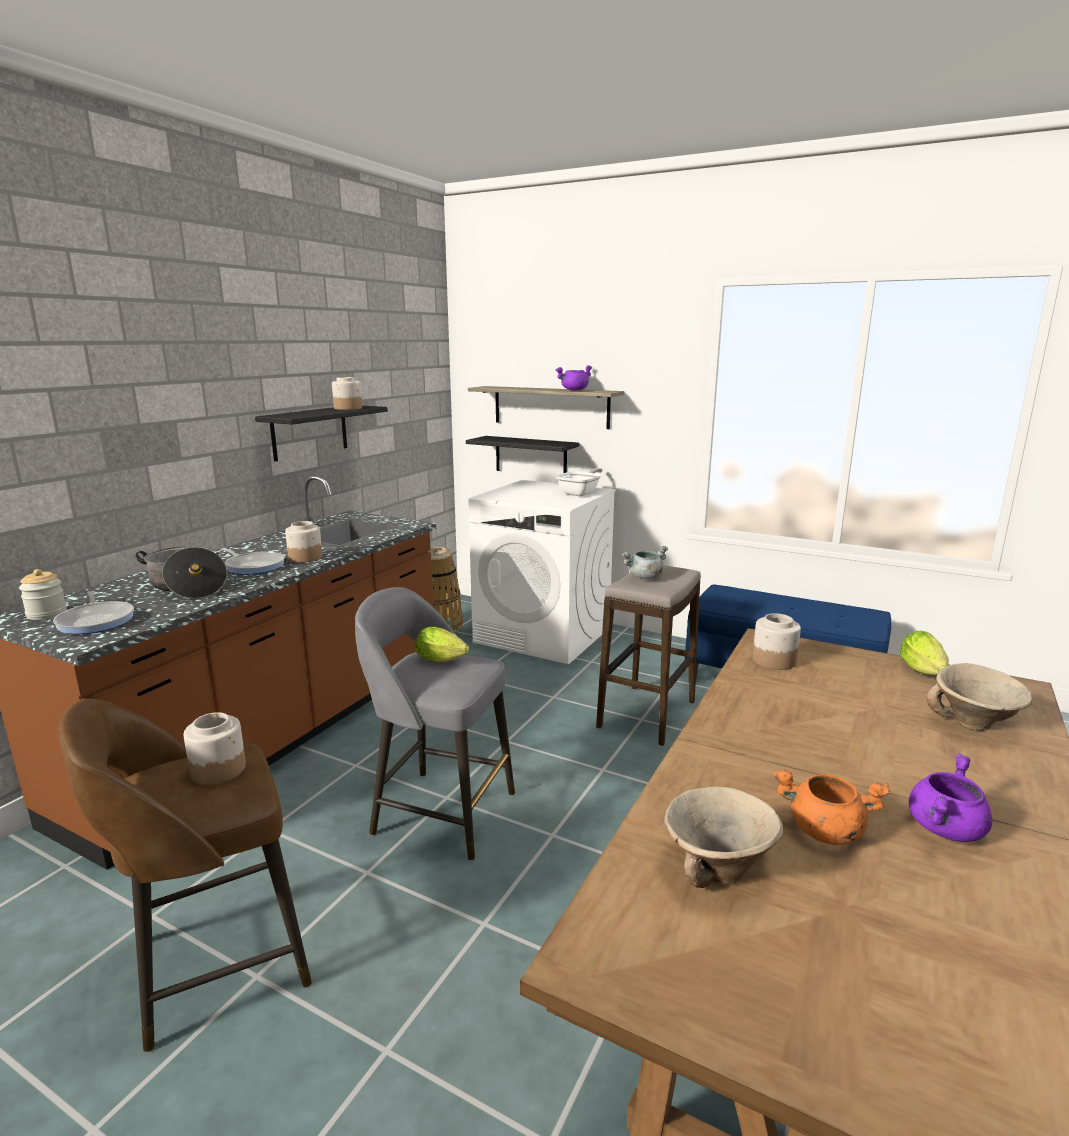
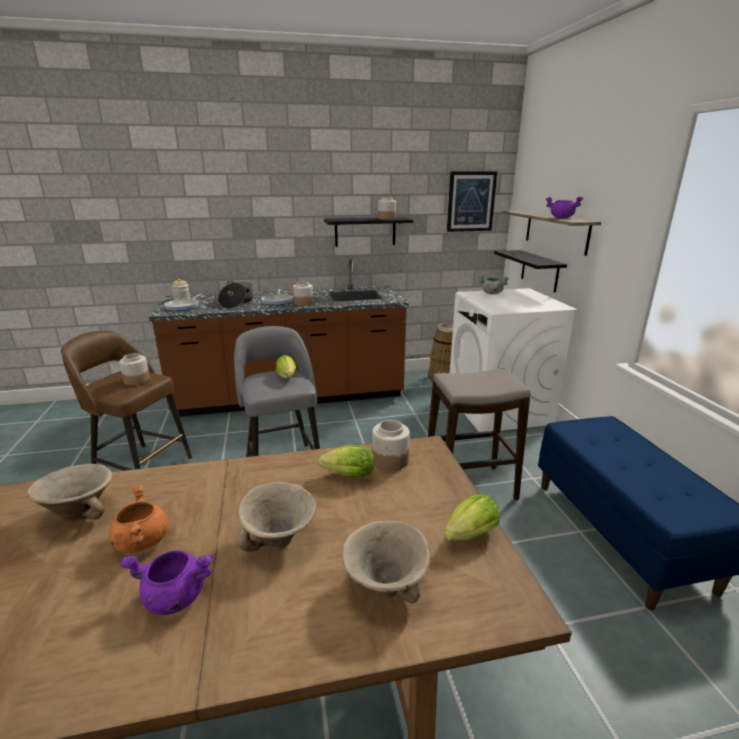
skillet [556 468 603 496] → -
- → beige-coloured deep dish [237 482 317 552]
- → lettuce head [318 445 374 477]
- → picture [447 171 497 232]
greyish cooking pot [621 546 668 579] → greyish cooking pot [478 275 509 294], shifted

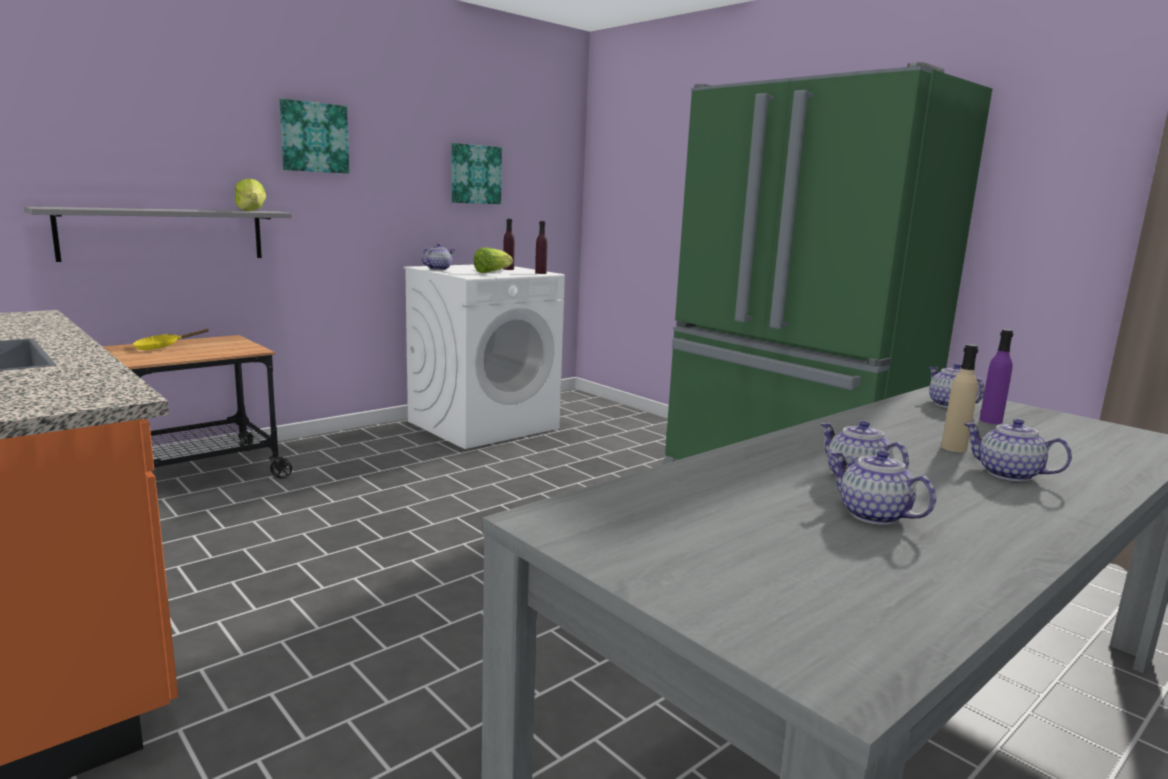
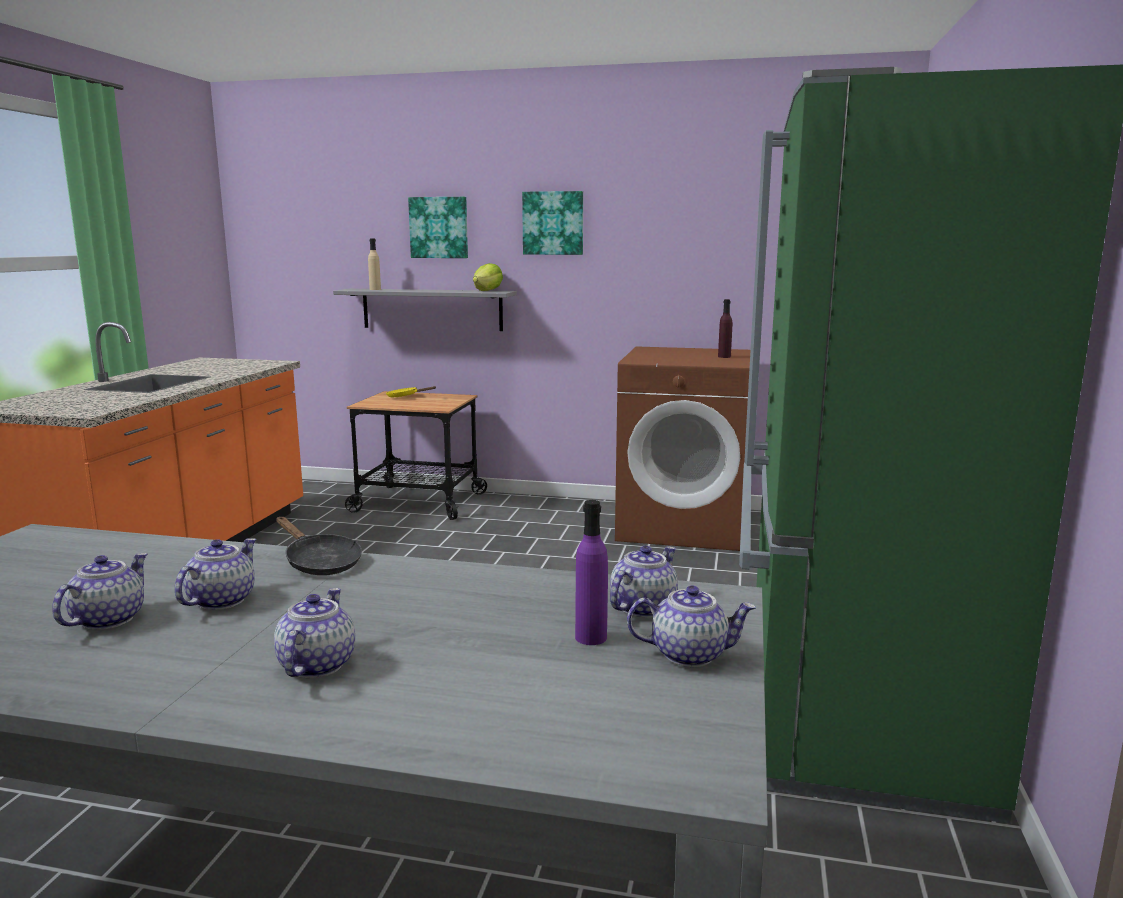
lettuce head [473 247 513 273] → -
purple-coloured bottle [535 221 547 274] → -
- → black-coloured skillet [277 517 362 575]
tea pot [421 243 455 270] → tea pot [627 585 756 667], shifted
picture [452 143 502 204] → picture [408 197 468 258], shifted
beige-coloured bottle [941 344 978 452] → beige-coloured bottle [368 238 381 290], shifted
white washing machine [404 265 565 449] → brown-coloured washing machine [615 346 751 551]

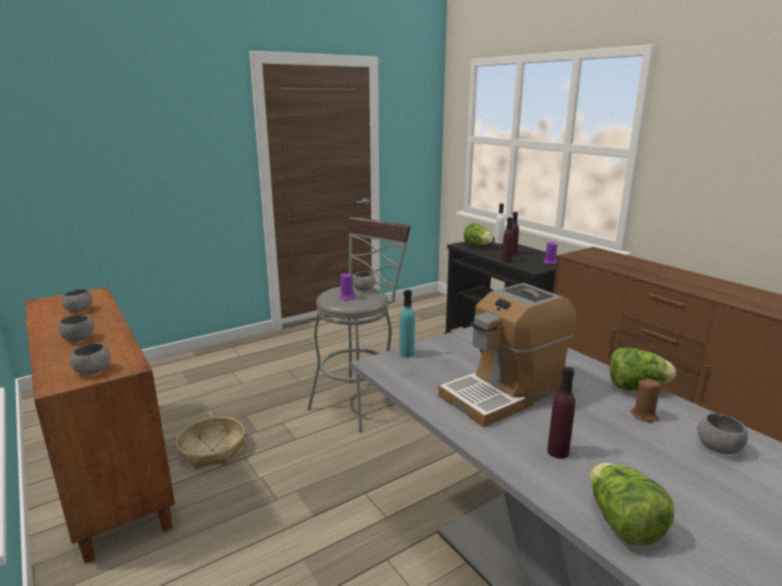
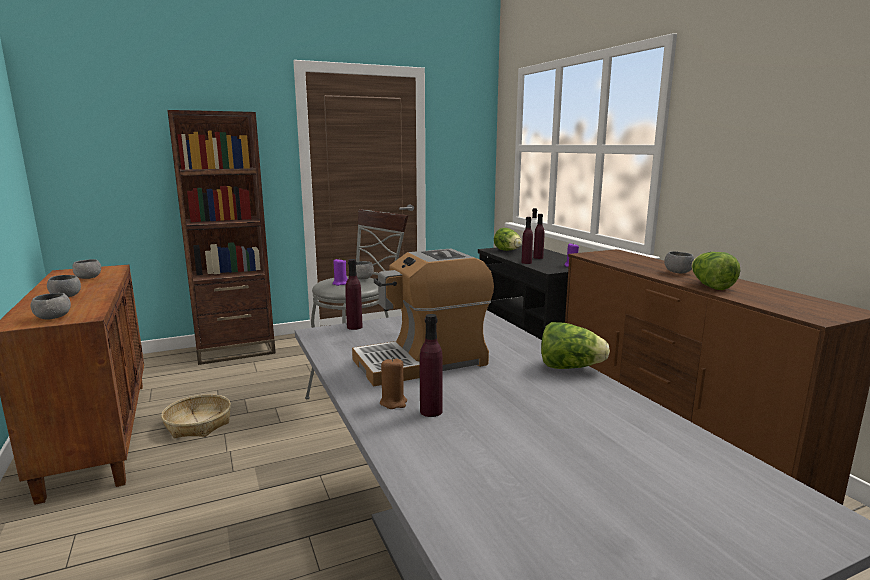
- → brown-coloured bookshelf [167 110 276 365]
lettuce head [590 463 674 546] → lettuce head [691 252 741 290], shifted
brown-coloured wax light [631 379 661 423] → brown-coloured wax light [380 357 407 409], shifted
greyish deep dish [697 414 748 454] → greyish deep dish [664 251 695 273], shifted
turquoise-coloured bottle [399 290 415 358] → purple-coloured bottle [345 259 363 330]

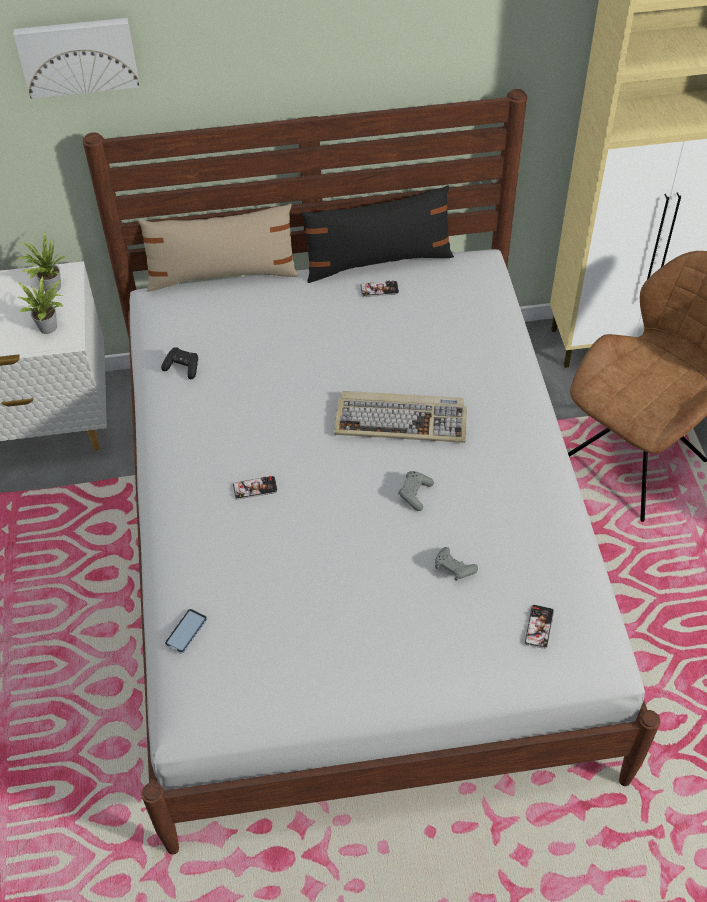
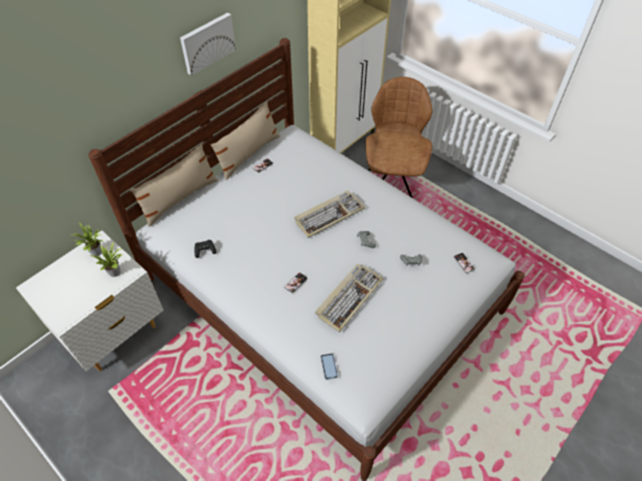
- → keyboard [315 264 383 332]
picture [13 18 139 99] → picture [180 13 236 76], shifted
black-coloured cushion [301 185 454 283] → beige-coloured cushion [211 101 280 181]

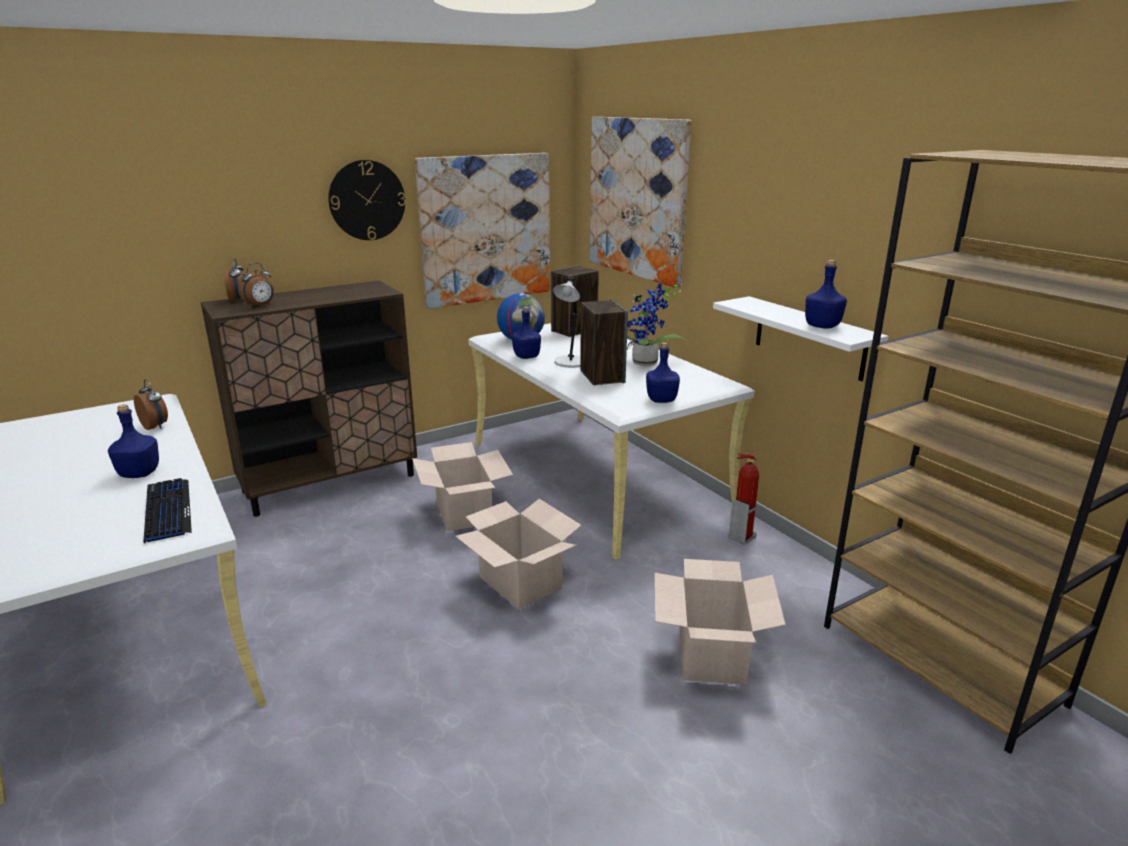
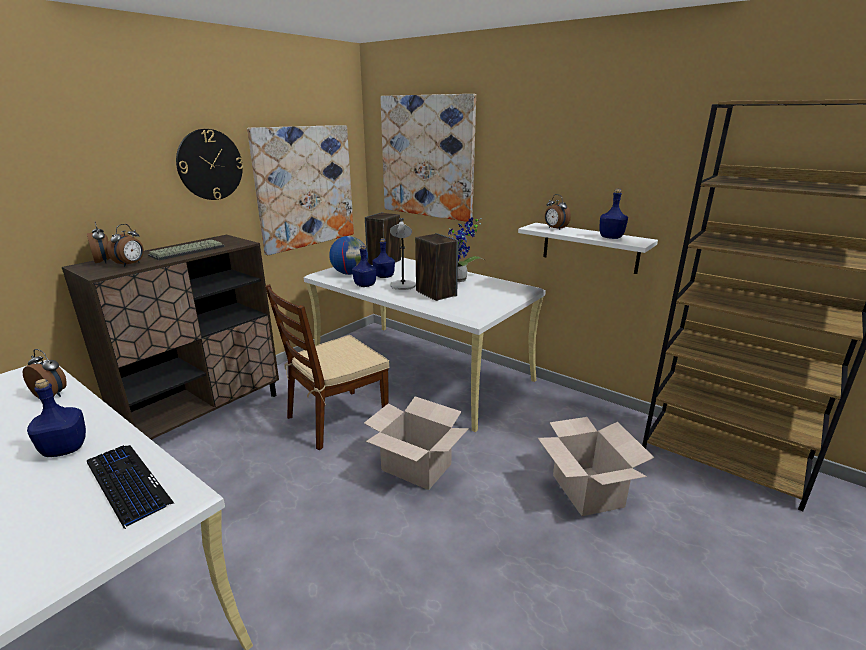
extinguisher [728 453 759 545] → -
- → keyboard [148 239 225 260]
- → alarm clock [545 194 571 230]
blue-coloured bottle [646 343 680 403] → blue-coloured bottle [373 238 395 278], shifted
packing box [412 442 513 531] → brown-coloured plain chair [265 284 389 450]

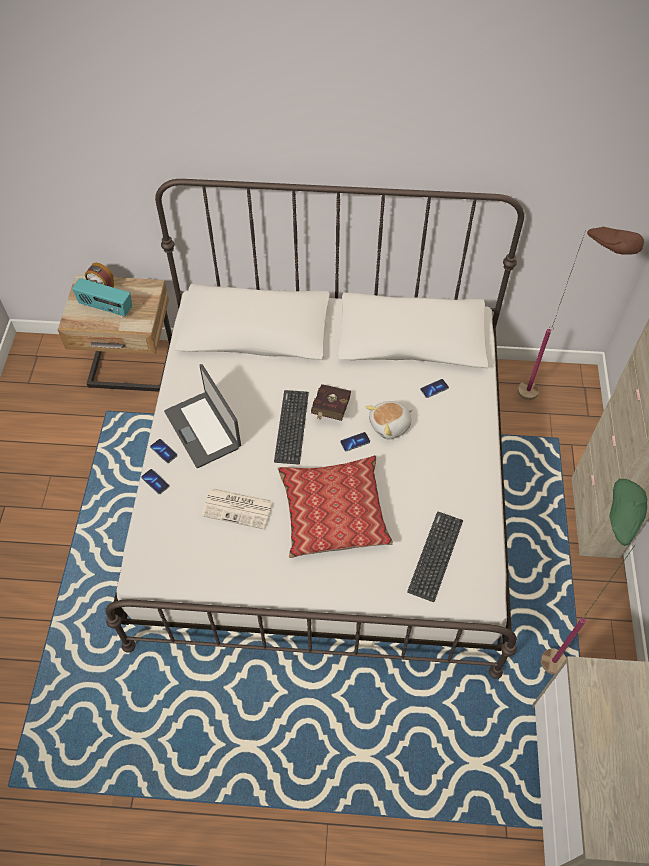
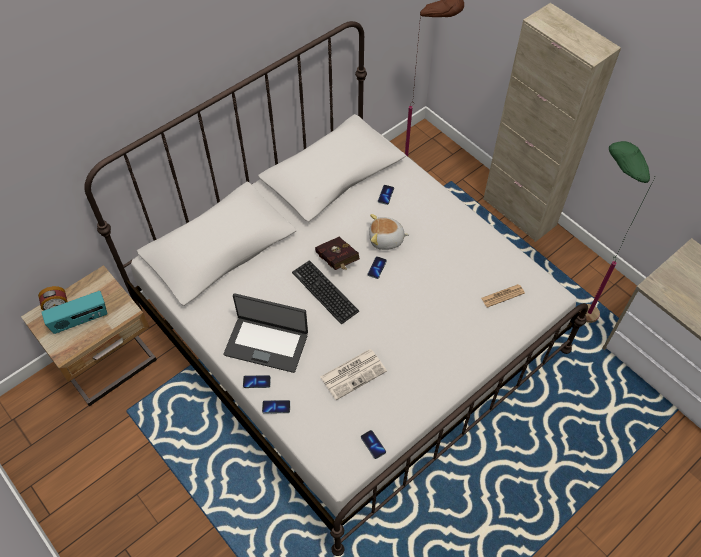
cushion [278 455 393 558] → -
- → handset [361 430 386 459]
keyboard [407 512 463 602] → newspaper [481 284 525 308]
cuddly toy [366 401 412 439] → cuddly toy [369 214 409 250], 75 degrees clockwise

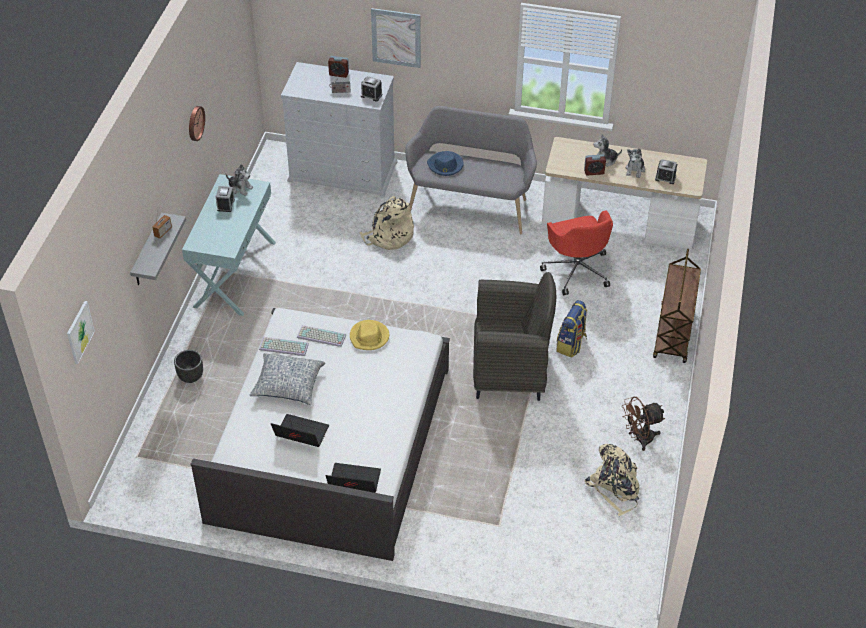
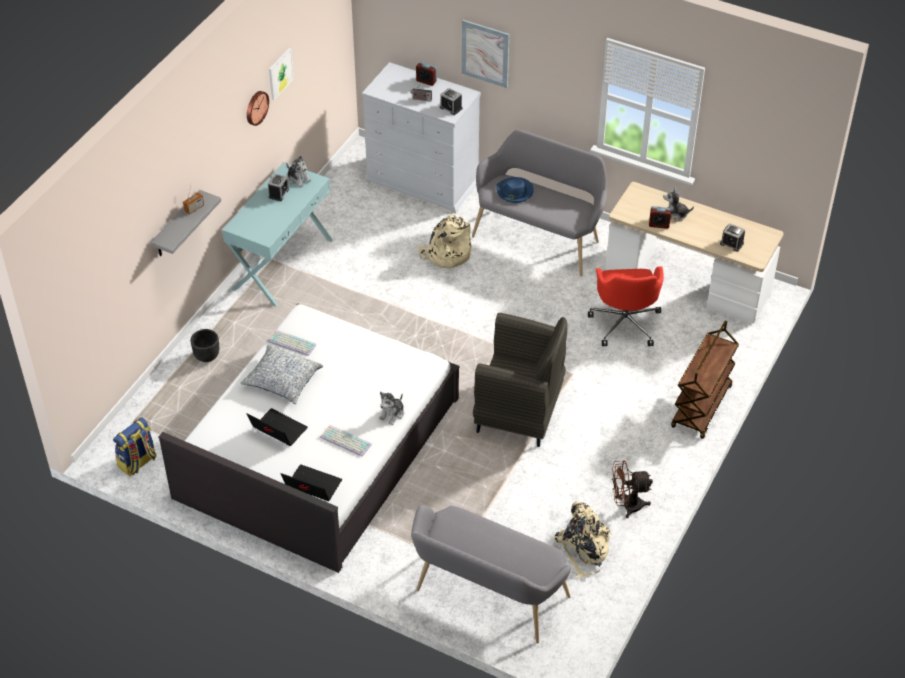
yellow clothing hat [350 320 389 350] → -
- → greyish bench [411 505 571 643]
picture [67 301 95 364] → picture [269 48 294 100], shifted
keyboard [297 325 346 347] → keyboard [320 425 372 457], shifted
rucksack [556 300 587 358] → rucksack [113 417 157 477], shifted
cuddly toy [626 148 645 178] → cuddly toy [379 392 404 425], shifted

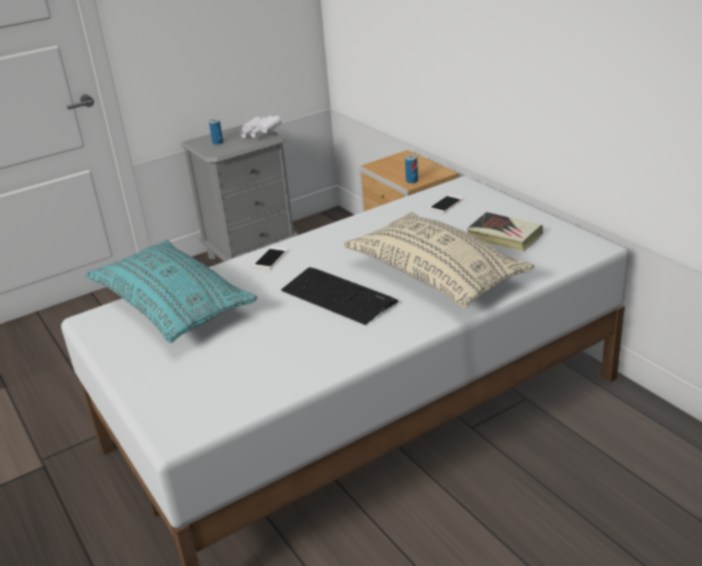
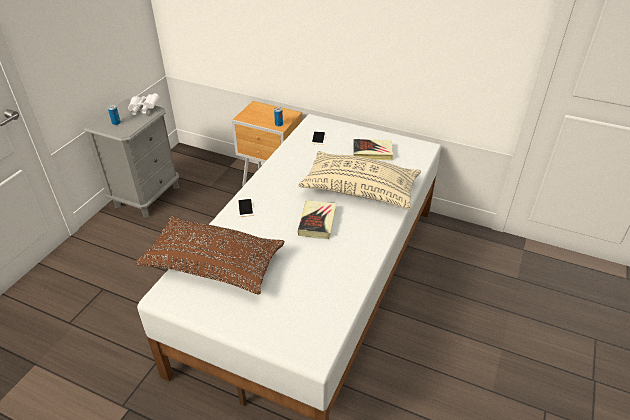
keyboard [281 267 398 325] → book [298 200 336 239]
turquoise-coloured cushion [85 240 257 343] → brown-coloured cushion [135 216 285 295]

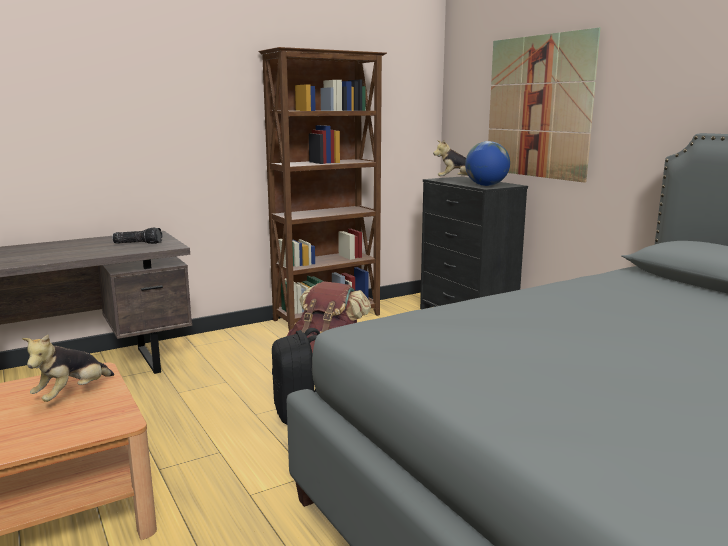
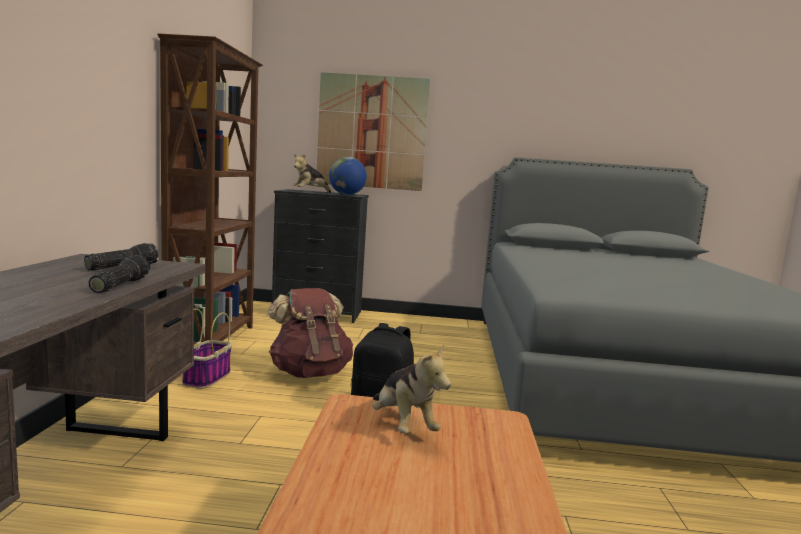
- → flashlight [88 255 150 293]
- → basket [182 308 232 389]

